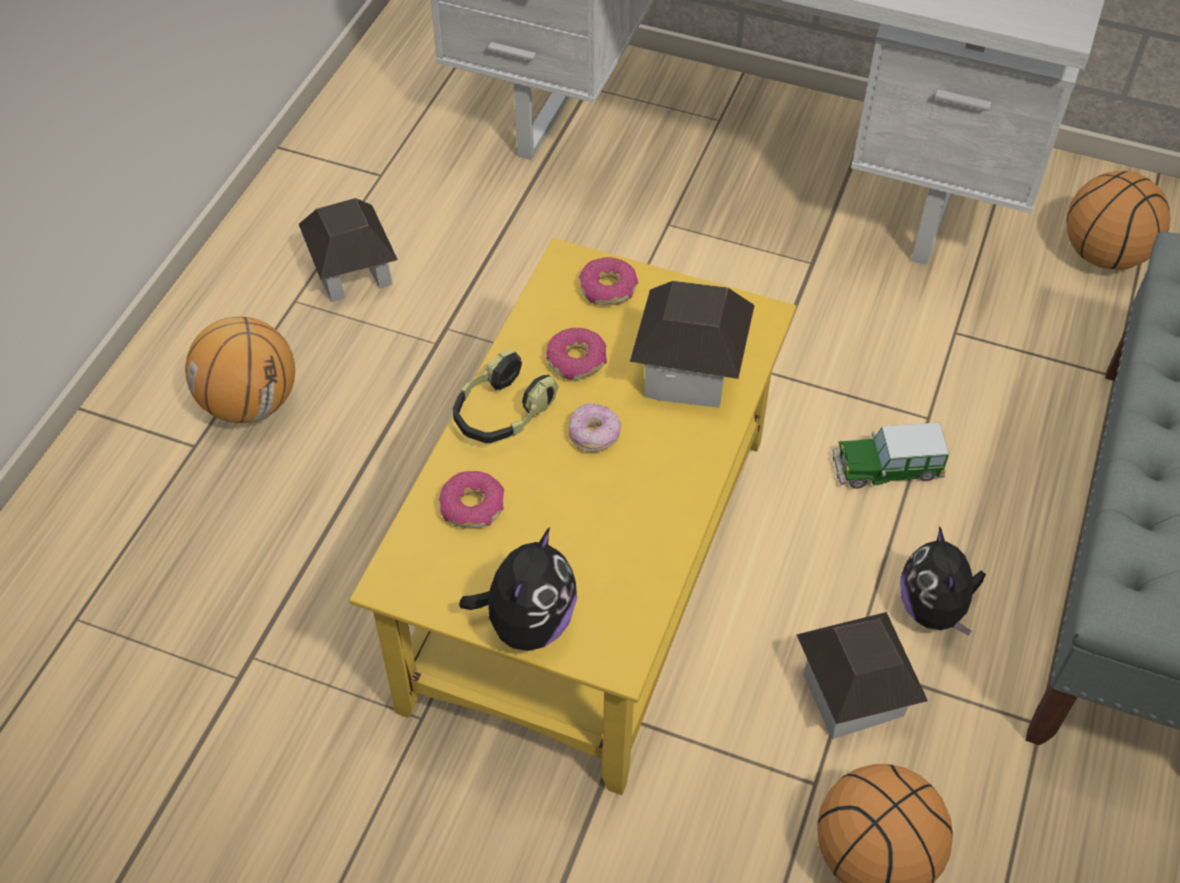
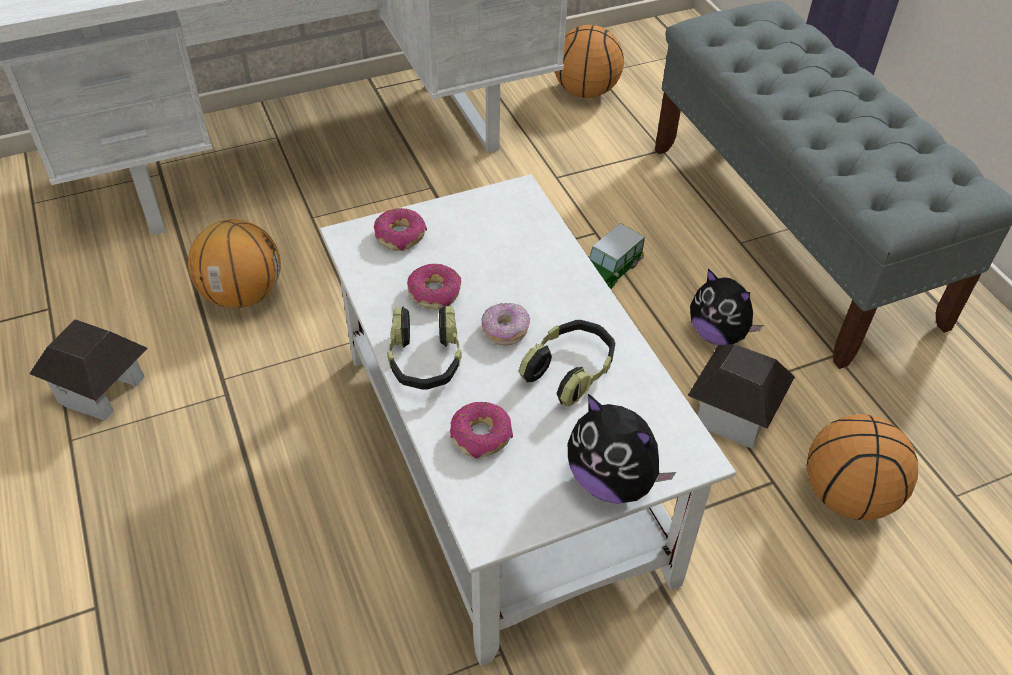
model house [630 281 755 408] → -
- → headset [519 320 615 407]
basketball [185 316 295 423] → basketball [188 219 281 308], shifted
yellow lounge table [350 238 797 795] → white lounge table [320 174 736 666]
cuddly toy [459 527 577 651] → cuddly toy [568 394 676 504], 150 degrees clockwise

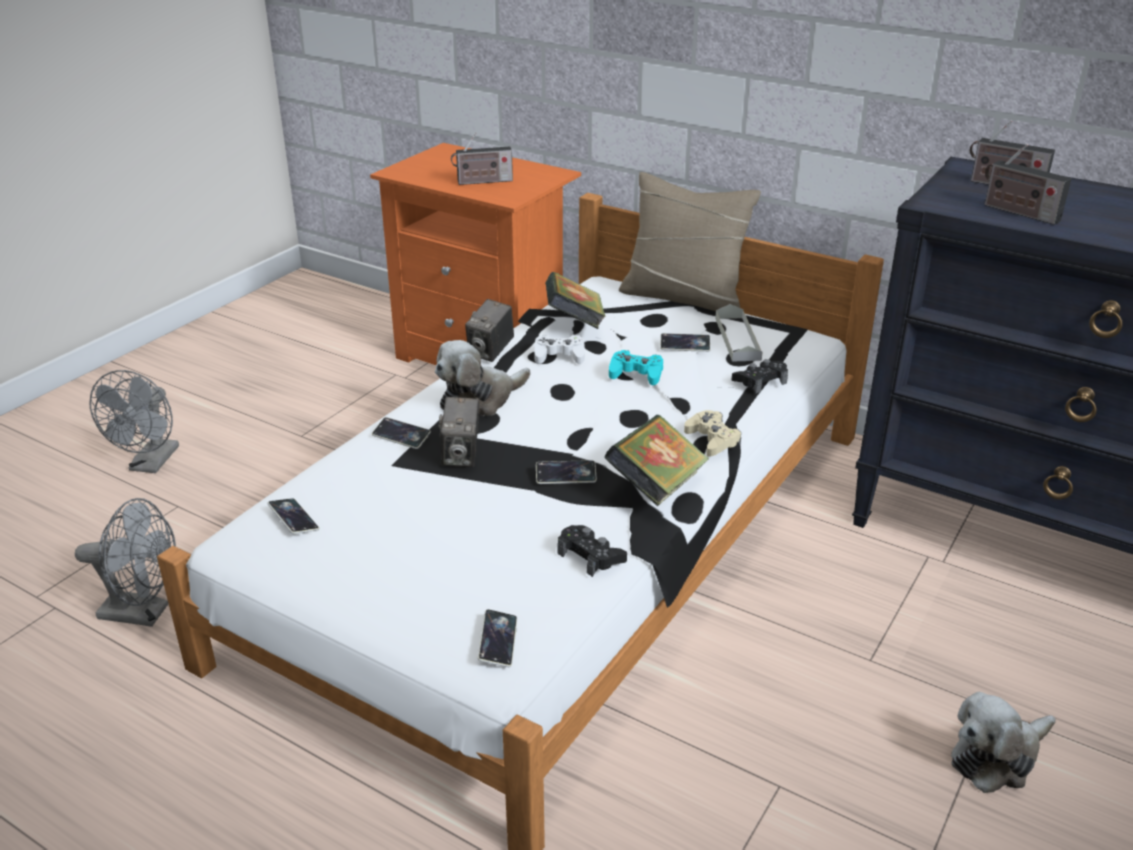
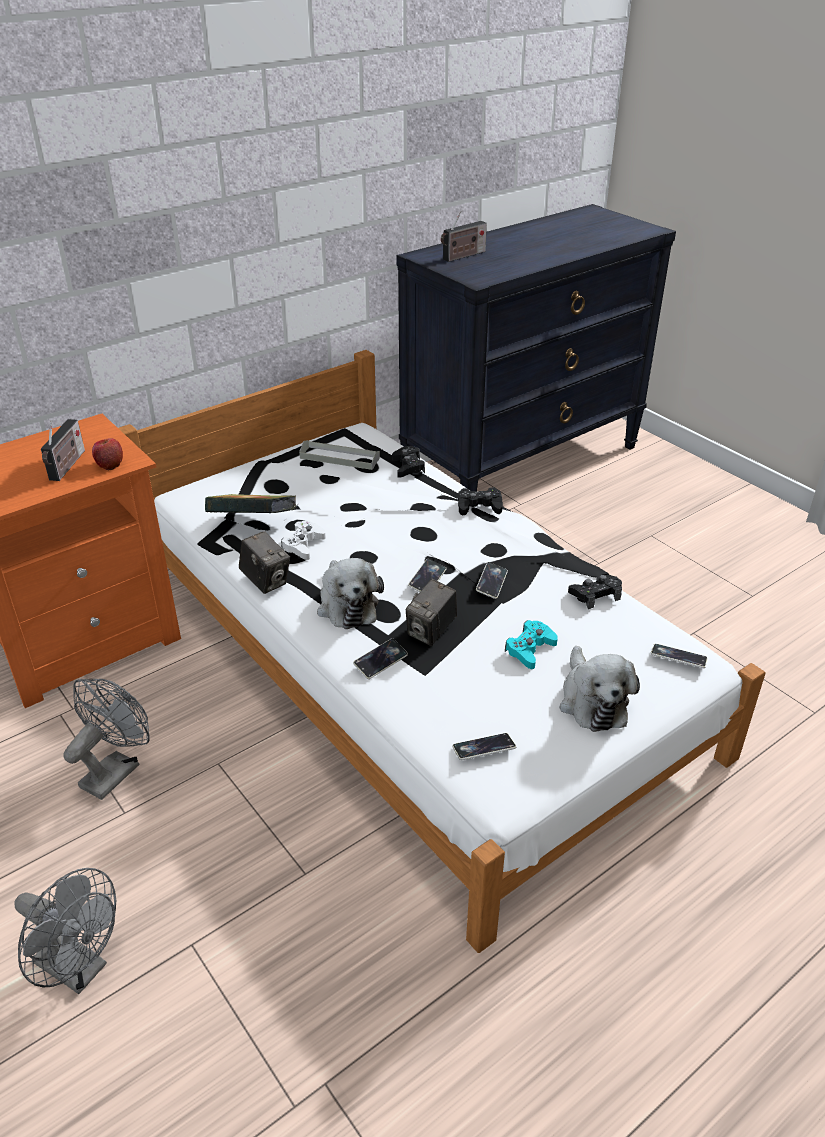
book [604 415 709 506] → -
beige-coloured cushion [619 172 761 311] → -
radio set [984 144 1071 225] → -
- → apple [92 438 123 470]
greyish electric fan [75 498 176 627] → greyish electric fan [63 679 150 800], shifted
turquoise-coloured gamepad [609 350 663 385] → turquoise-coloured gamepad [505 620 558 669], shifted
handset [660 333 710 352] → handset [408 559 447 592], shifted
cuddly toy [951 692 1056 793] → cuddly toy [560 646 640 732], shifted
beige-coloured gamepad [684 410 741 457] → black-coloured gamepad [458 487 503 515]
photo camera [438 397 479 467] → photo camera [406 579 457 646], 105 degrees clockwise

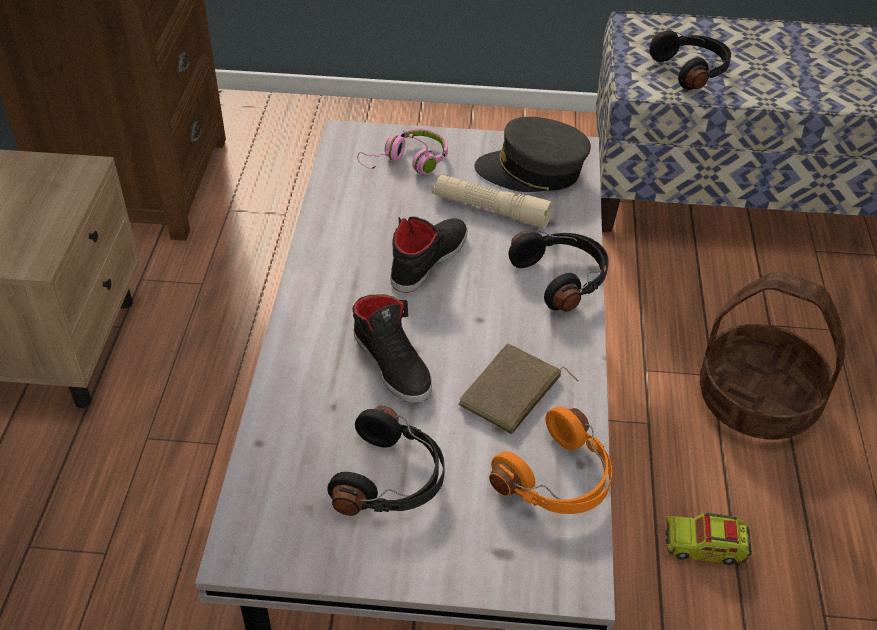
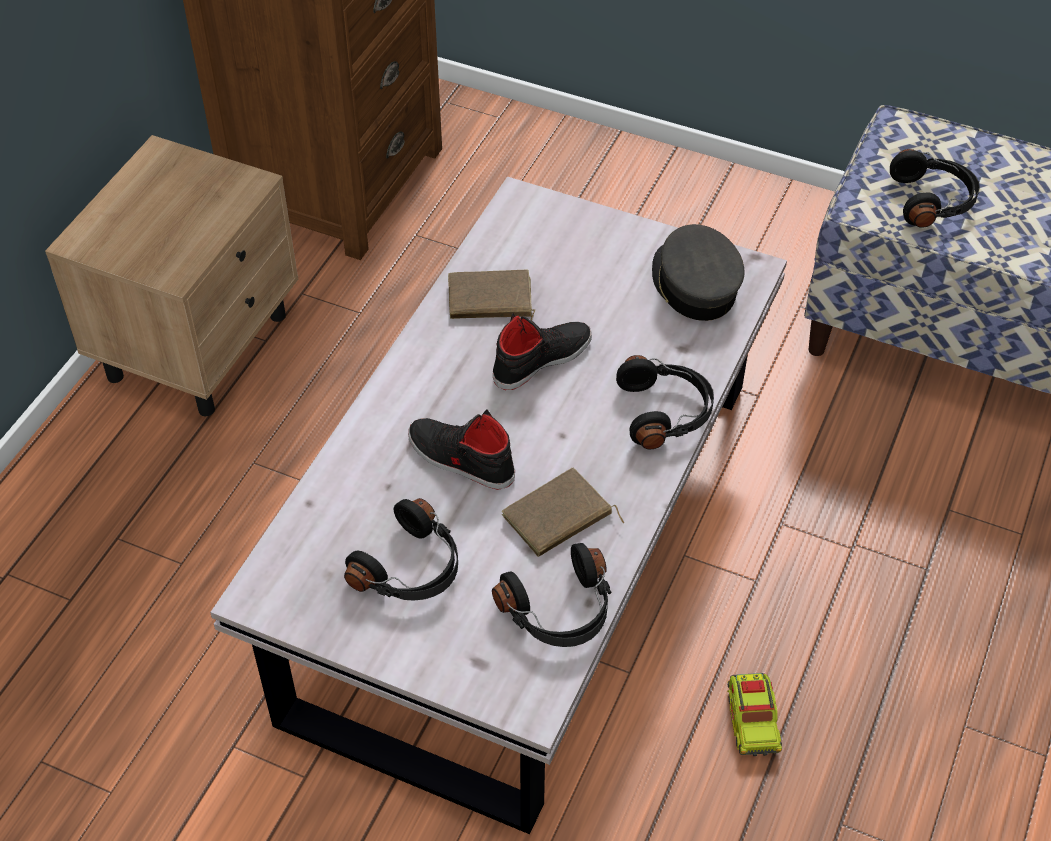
pinkish headset [357 128 448 174] → -
beige-coloured flashlight [431 174 553 228] → -
basket [700 272 846 440] → -
- → brown-coloured book [448 269 535 321]
orangey headset [489 406 612 514] → black-coloured headset [492 543 612 647]
black-coloured low shoe [352 294 432 404] → black-coloured low shoe [408 409 515 490], 135 degrees clockwise
greyish baseball cap [474 117 591 192] → greyish baseball cap [652 224 745 321], 45 degrees clockwise
toy truck [666 512 752 565] → toy truck [727 673 782 756], 120 degrees counterclockwise

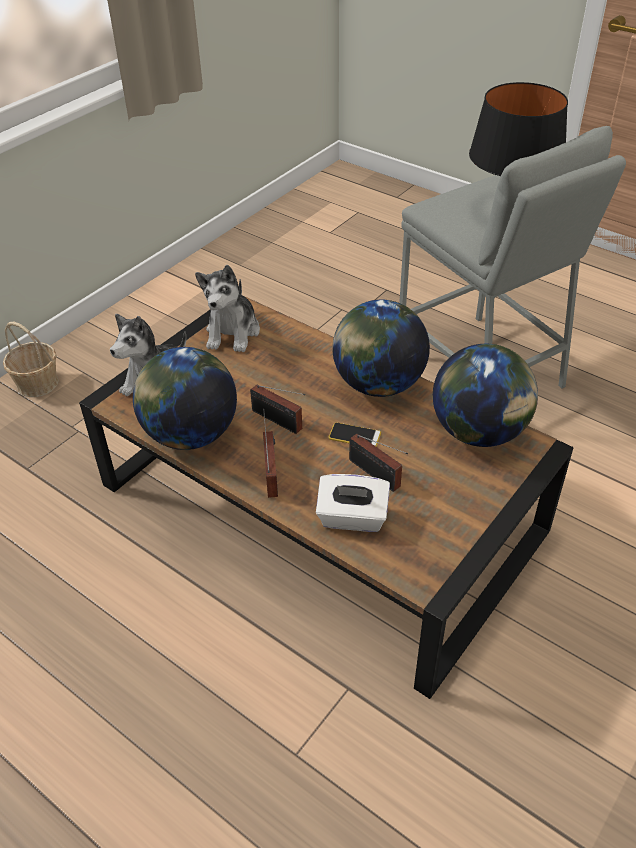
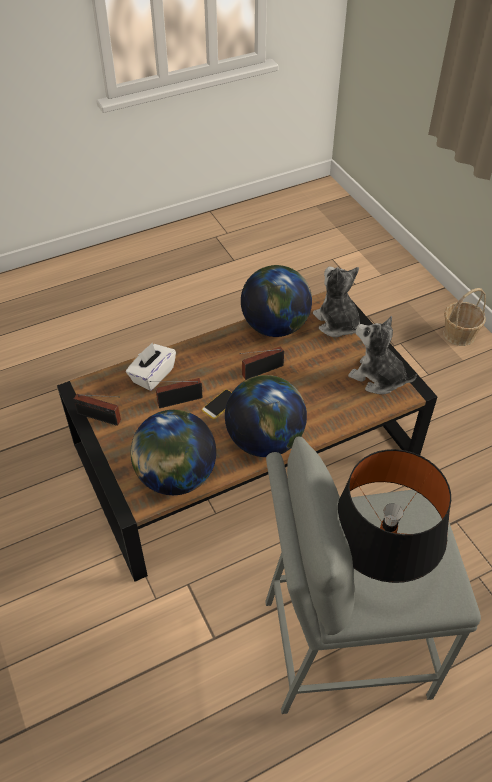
radio set [263 409 278 498] → radio set [73 394 121 426], shifted

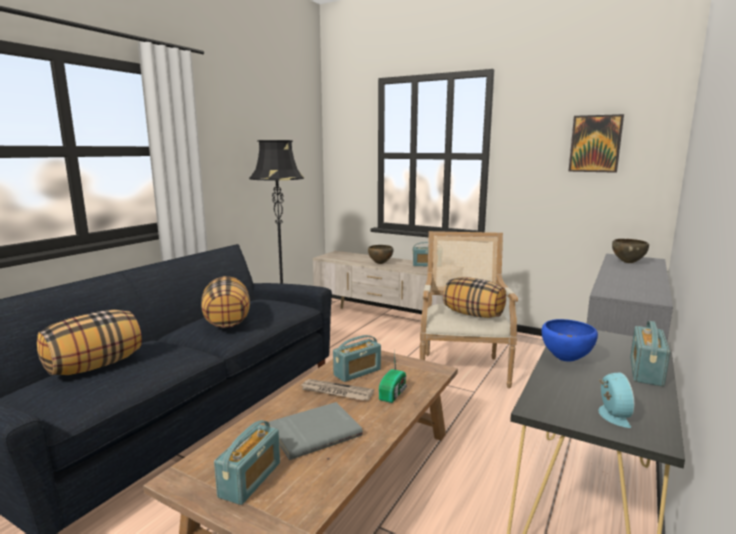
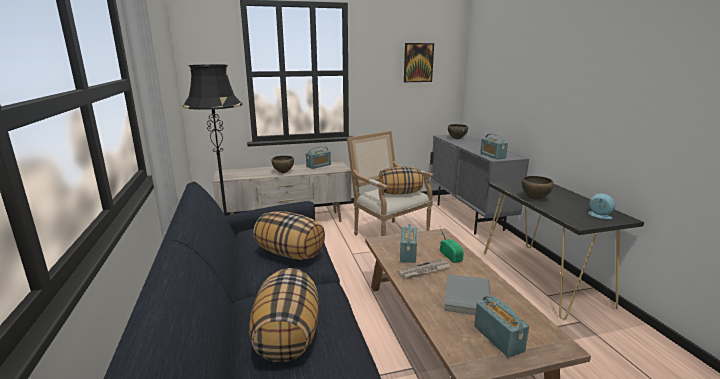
radio set [630 321 670 387] → radio set [480 134 508 159], shifted
blue-coloured deep dish [541 319 598 362] → brown-coloured deep dish [521 176 554 200]

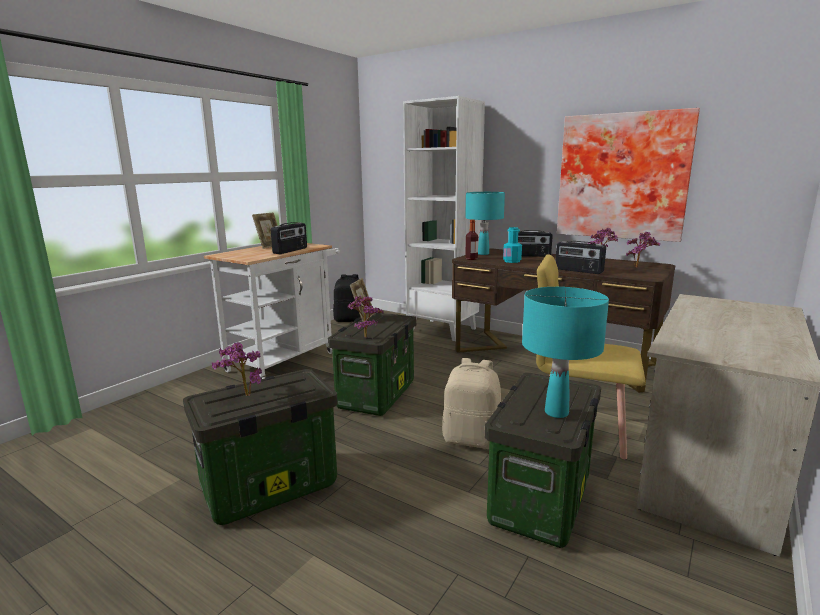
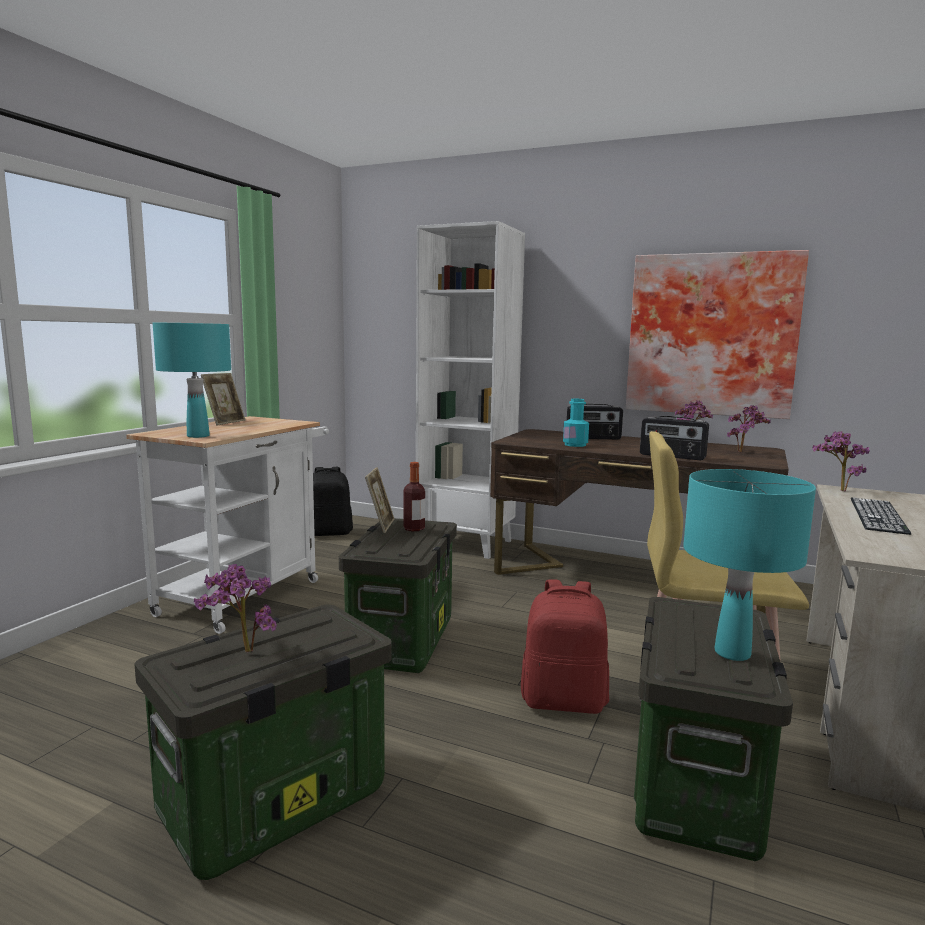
radio set [271 222 307 254] → -
- → keyboard [851 498 911 535]
houseplant [347 296 384 338] → houseplant [812 431 870 491], shifted
turquoise-coloured table lamp [465 192 505 255] → turquoise-coloured table lamp [153 323 231 438], shifted
bottle [465 220 478 260] → bottle [404 462 425 531], shifted
beige-coloured rucksack [442 358 501 449] → red rucksack [521 579 609 714]

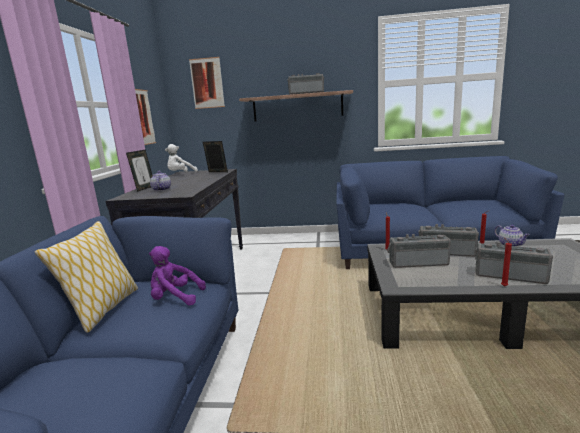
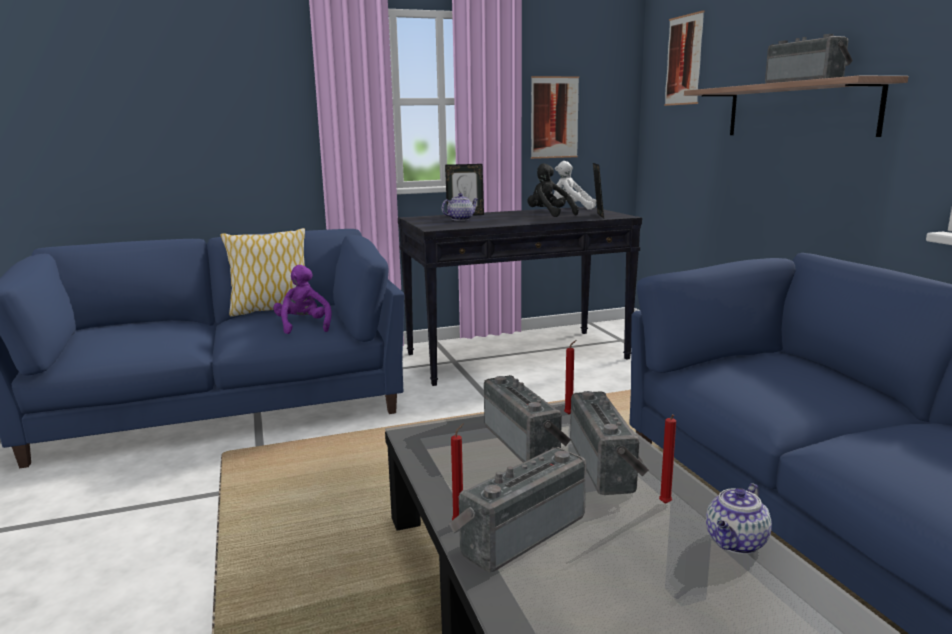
- → black-coloured cuddly toy [528 163 579 217]
radio set [475 242 553 284] → radio set [449 447 586 572], 135 degrees counterclockwise

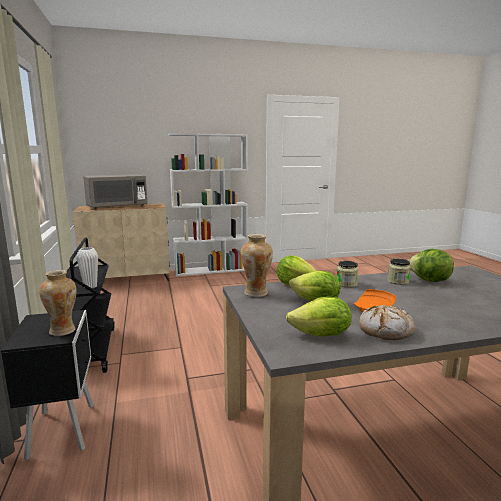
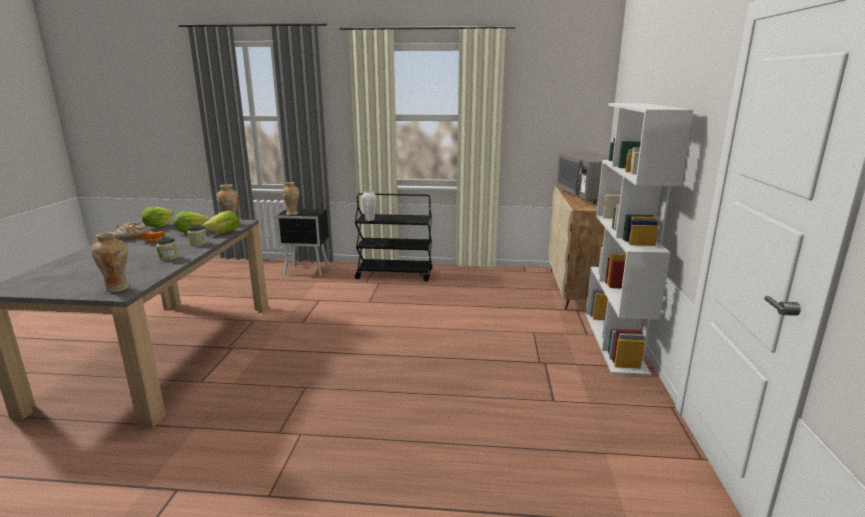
lettuce head [408 249 454 282] → -
- → flower vase [91 232 129 292]

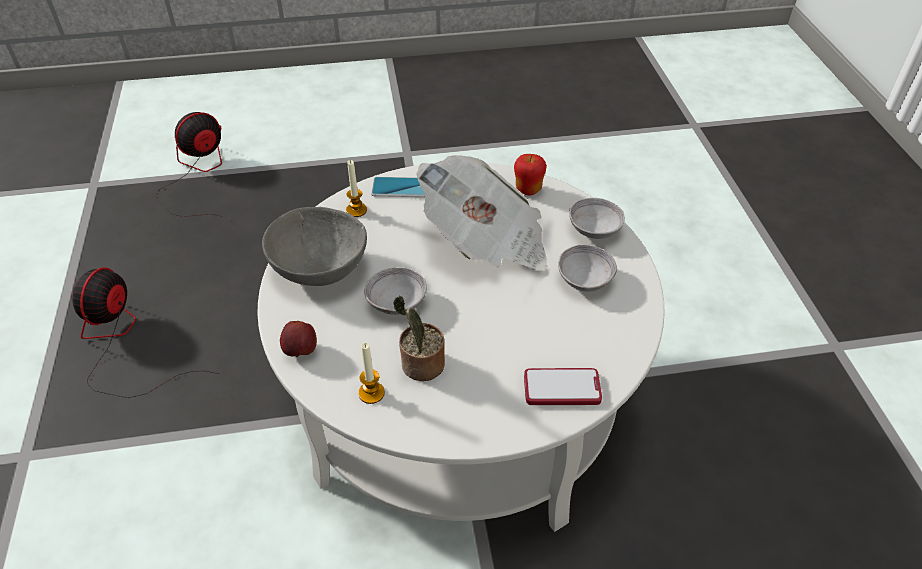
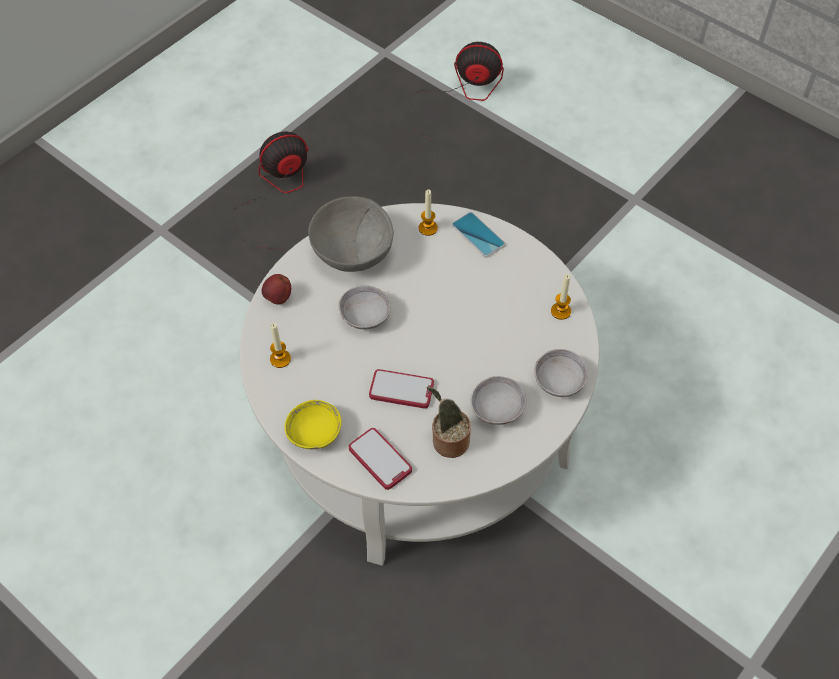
newspaper [416 155 548 270] → -
- → yellow deep dish [285 400 342 449]
- → handset [369 369 434 408]
houseplant [393 295 445 381] → houseplant [426 386 471 458], shifted
apple [514 154 547 195] → wax light [551 274 571 320]

